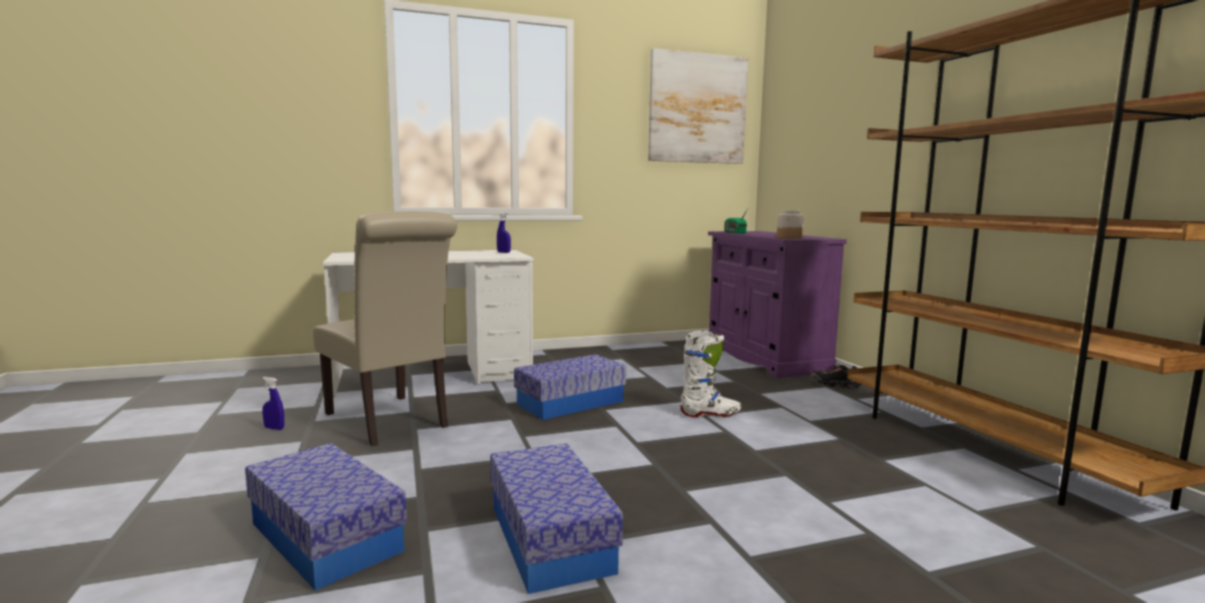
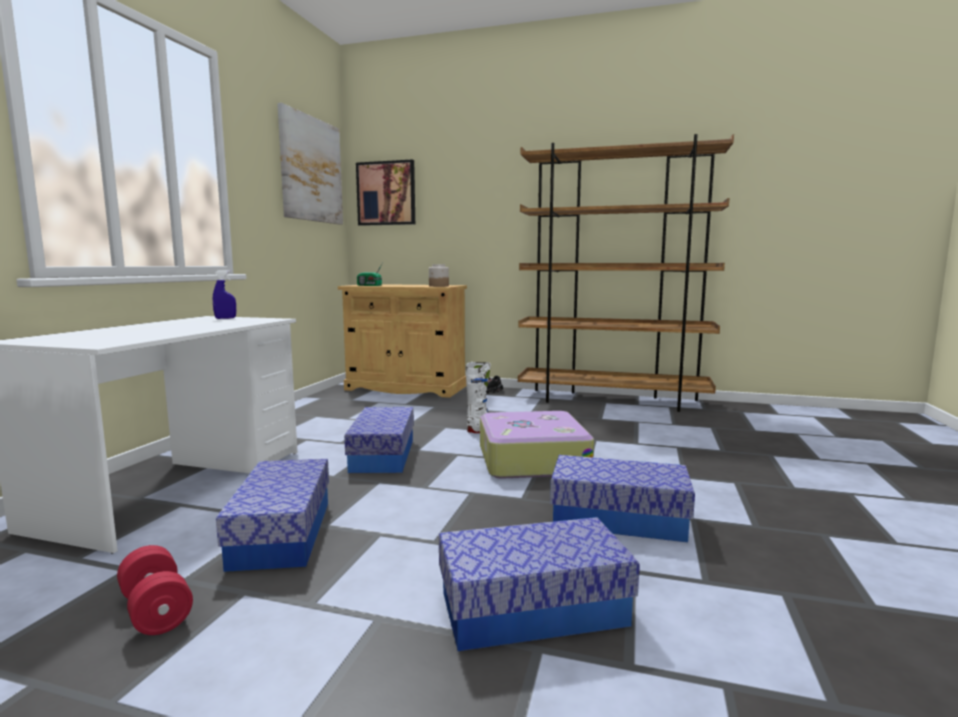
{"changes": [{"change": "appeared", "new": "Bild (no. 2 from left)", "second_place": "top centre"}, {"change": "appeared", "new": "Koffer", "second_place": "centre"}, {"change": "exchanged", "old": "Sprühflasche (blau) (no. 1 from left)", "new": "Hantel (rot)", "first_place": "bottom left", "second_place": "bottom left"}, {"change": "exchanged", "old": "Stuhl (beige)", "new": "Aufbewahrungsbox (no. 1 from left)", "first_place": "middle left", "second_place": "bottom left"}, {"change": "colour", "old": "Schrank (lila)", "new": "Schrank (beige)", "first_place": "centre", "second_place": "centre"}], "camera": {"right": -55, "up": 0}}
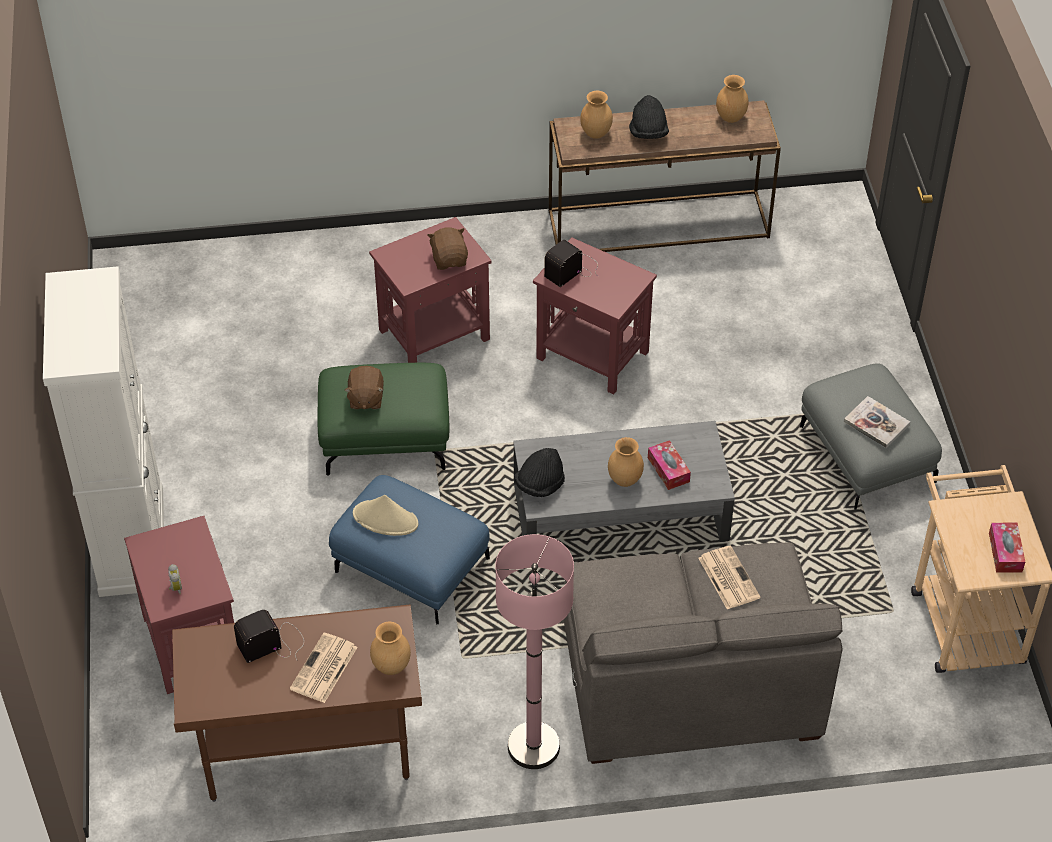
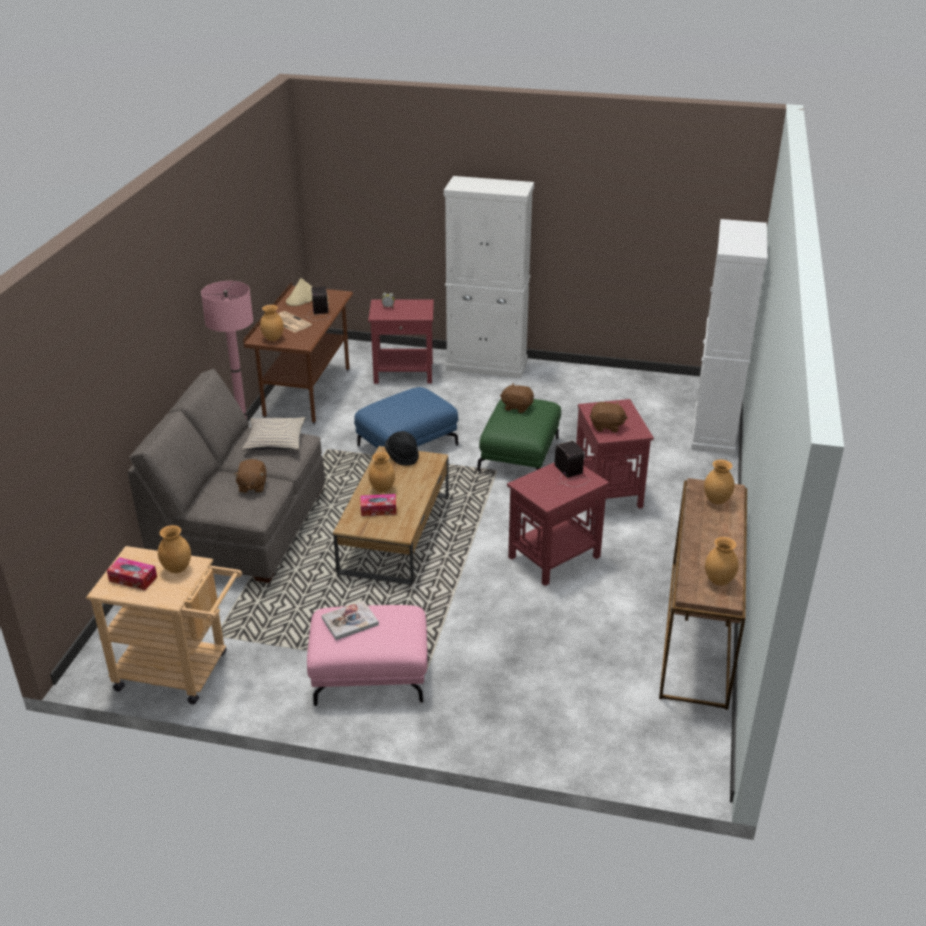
{"changes": [{"change": "missing", "old": "Hut (schwarz) (no. 2 from left)", "first_place": "top centre"}, {"change": "appeared", "new": "Vase (braun) (no. 1 from left)", "second_place": "middle left"}, {"change": "appeared", "new": "Kissen (beige)", "second_place": "middle left"}, {"change": "appeared", "new": "Schrank (weiß) (no. 2 from left)", "second_place": "middle right"}, {"change": "relocated", "old": "Hut (beige)", "first_place": "centre", "second_place": "top left"}, {"change": "exchanged", "old": "Zeitung (no. 2 from left)", "new": "Plüschtier (braun) (no. 1 from left)", "first_place": "bottom right", "second_place": "middle left"}, {"change": "colour", "old": "Couchtisch (grau)", "new": "Couchtisch (braun)", "first_place": "centre", "second_place": "centre"}, {"change": "colour", "old": "Polsterhocker (grau)", "new": "Polsterhocker (rosa)", "first_place": "middle right", "second_place": "bottom centre"}], "camera": {"right": 110, "up": -15}}
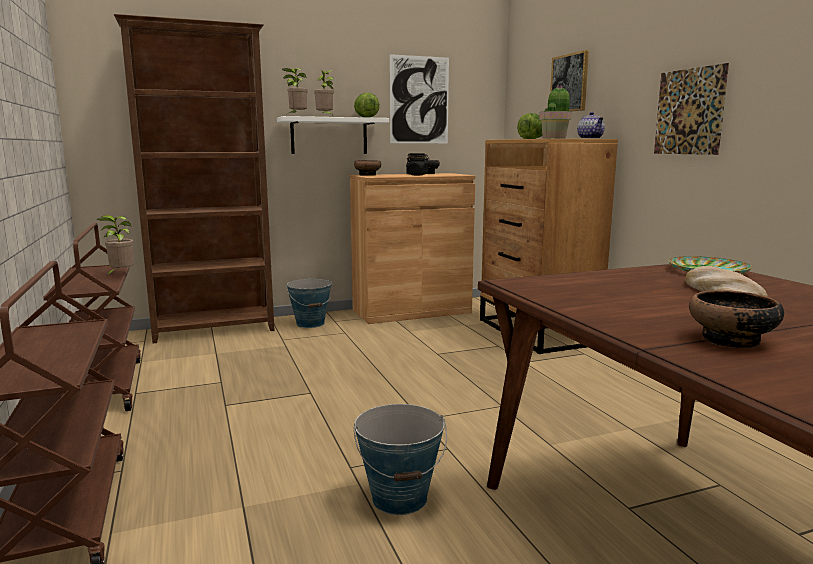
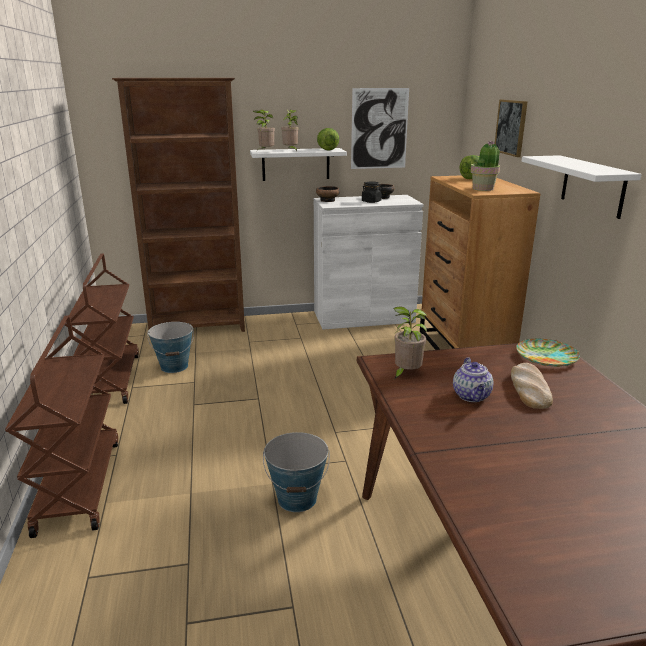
{"changes": [{"change": "missing", "old": "Schüssel (no. 3 from left)", "first_place": "middle right"}, {"change": "relocated", "old": "Topfpflanze (no. 1 from left in the first image)", "new": "Topfpflanze (no. 3 from left)", "first_place": "middle left", "second_place": "centre"}, {"change": "relocated", "old": "Eimer (no. 1 from left)", "first_place": "centre", "second_place": "middle left"}, {"change": "relocated", "old": "Teekanne", "first_place": "top right", "second_place": "middle right"}, {"change": "exchanged", "old": "Bild (no. 3 from left)", "new": "Wandregal (weiß) (no. 2 from left)", "first_place": "top right", "second_place": "top right"}, {"change": "colour", "old": "Schrank (braun)", "new": "Schrank (weiß)", "first_place": "centre", "second_place": "centre"}], "camera": {"right": 10, "up": 10}}
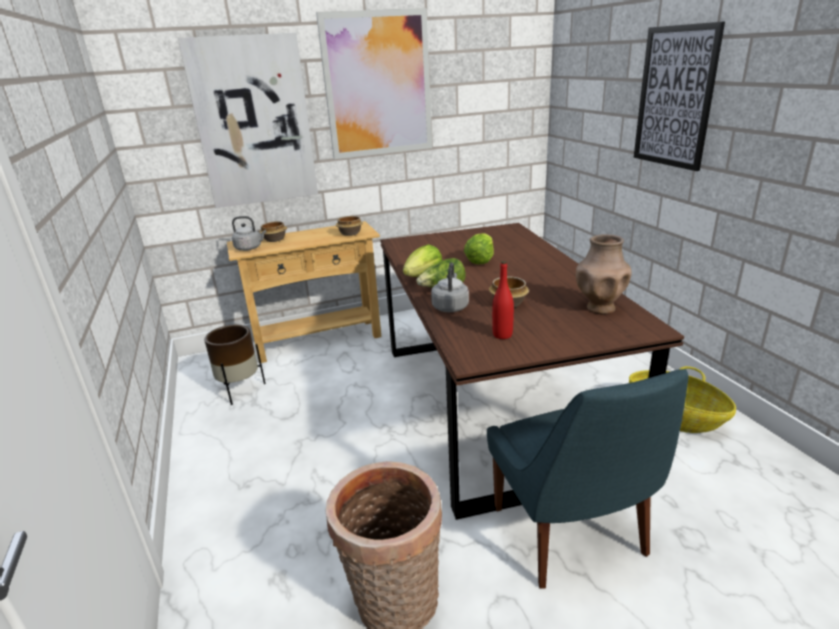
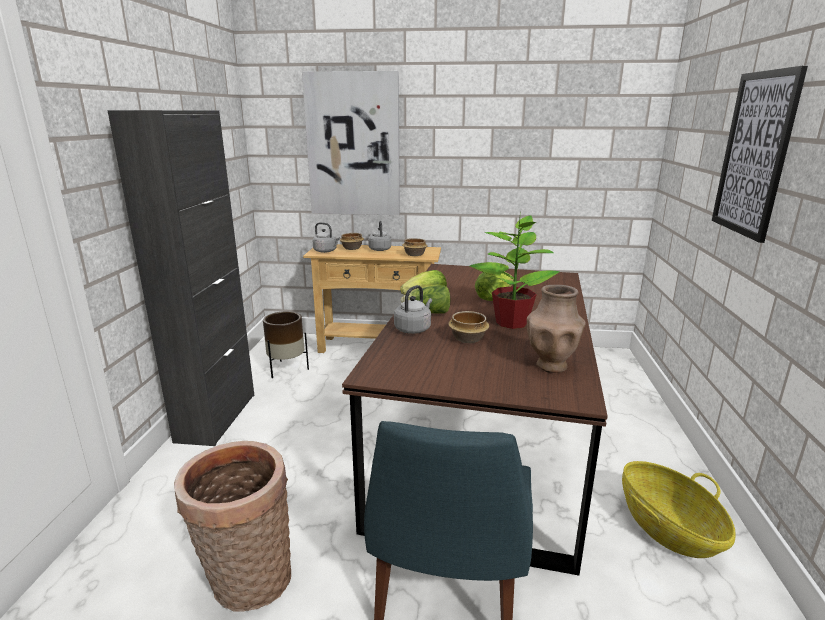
{"changes": [{"change": "missing", "old": "Bild (no. 2 from left)", "first_place": "top centre"}, {"change": "missing", "old": "Flasche (rot)", "first_place": "centre"}, {"change": "appeared", "new": "Schrank (schwarz)", "second_place": "middle left"}, {"change": "appeared", "new": "Wasserkessel (grau) (no. 2 from left)", "second_place": "centre"}, {"change": "appeared", "new": "Topfpflanze", "second_place": "centre"}], "camera": {"right": 25, "up": -5}}
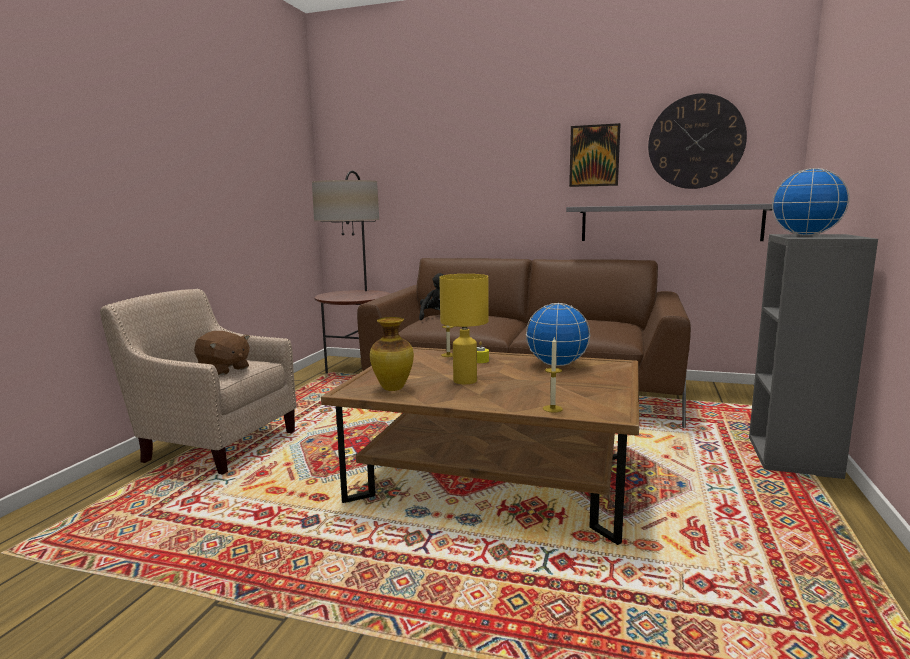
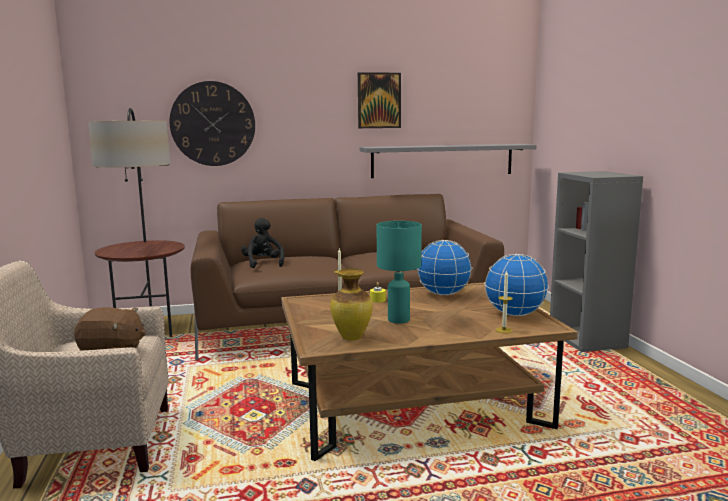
{"changes": [{"change": "relocated", "old": "Wanduhr", "first_place": "top right", "second_place": "top left"}, {"change": "relocated", "old": "Globus (no. 2 from left)", "first_place": "top right", "second_place": "middle right"}, {"change": "colour", "old": "Tischlampe (gelb)", "new": "Tischlampe (türkis)", "first_place": "centre", "second_place": "centre"}], "camera": {"right": -30, "up": 0}}
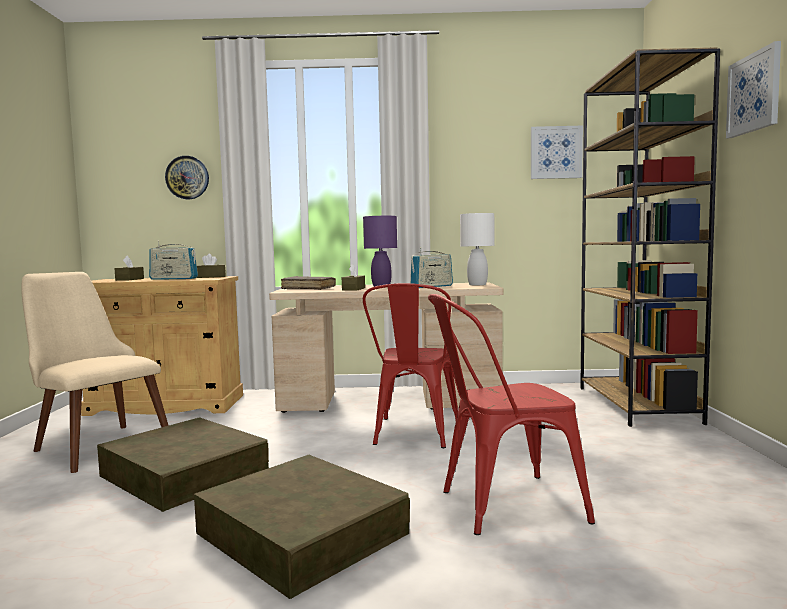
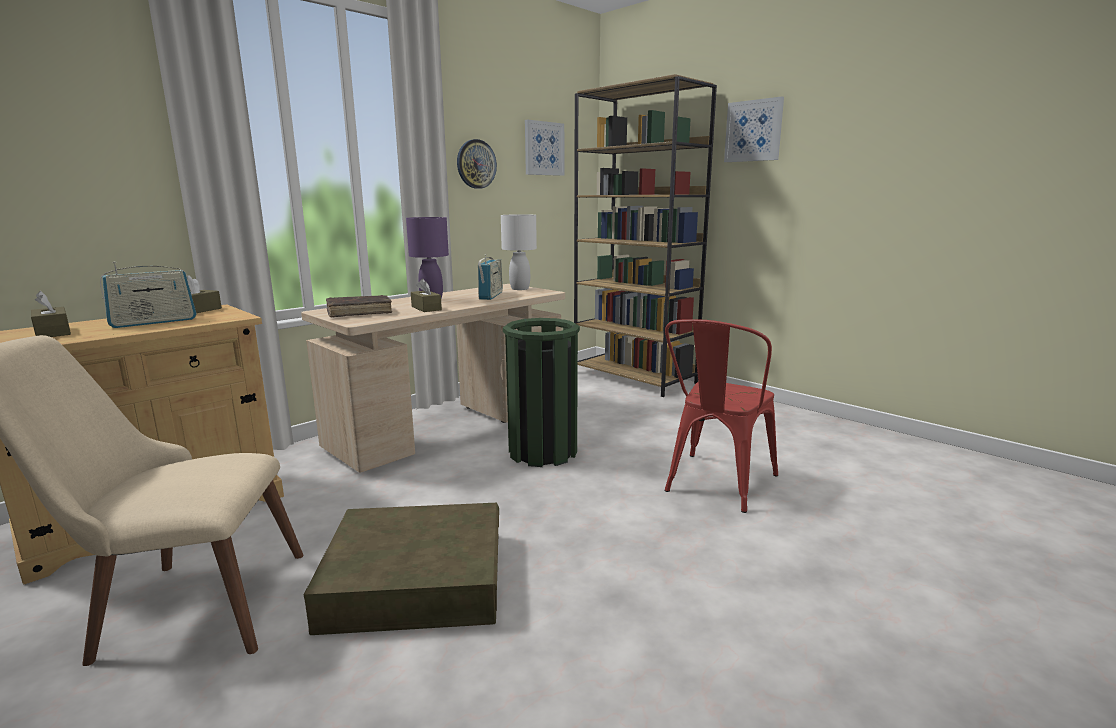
{"changes": [{"change": "missing", "old": "Aufbewahrungsbox (braun) (no. 2 from left)", "first_place": "bottom centre"}, {"change": "relocated", "old": "Wanduhr", "first_place": "top left", "second_place": "top centre"}, {"change": "exchanged", "old": "Stuhl (rot) (no. 1 from left)", "new": "Mülleimer (grün)", "first_place": "centre", "second_place": "centre"}], "camera": {"right": -45, "up": 10}}
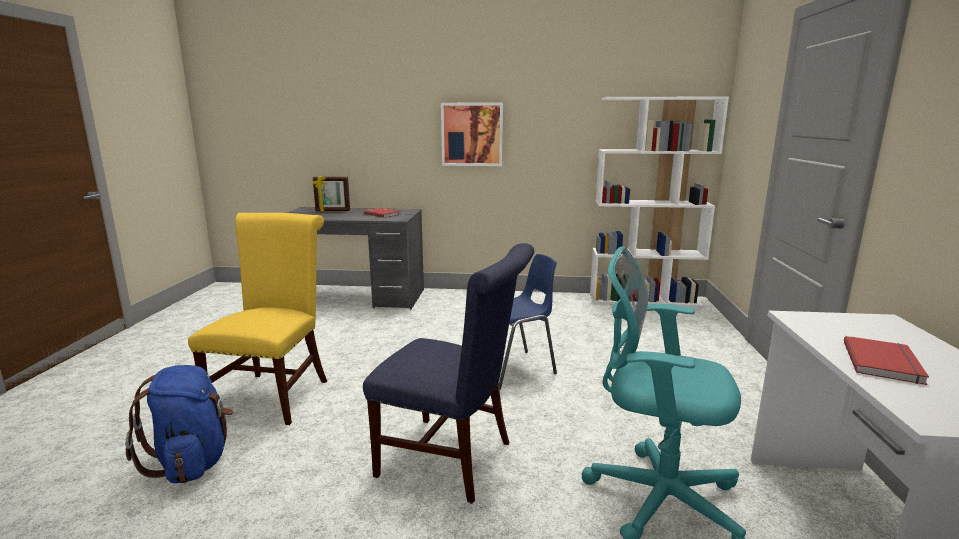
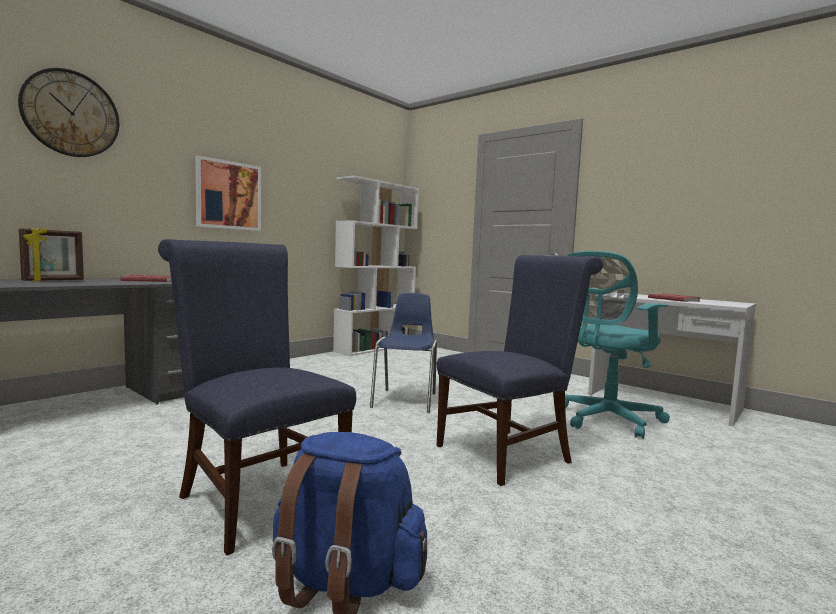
{"changes": [{"change": "appeared", "new": "Wanduhr", "second_place": "top left"}, {"change": "colour", "old": "Stuhl (gelb)", "new": "Stuhl (blau) (no. 1 from left)", "first_place": "middle left", "second_place": "middle left"}], "camera": {"right": -55, "up": -10}}
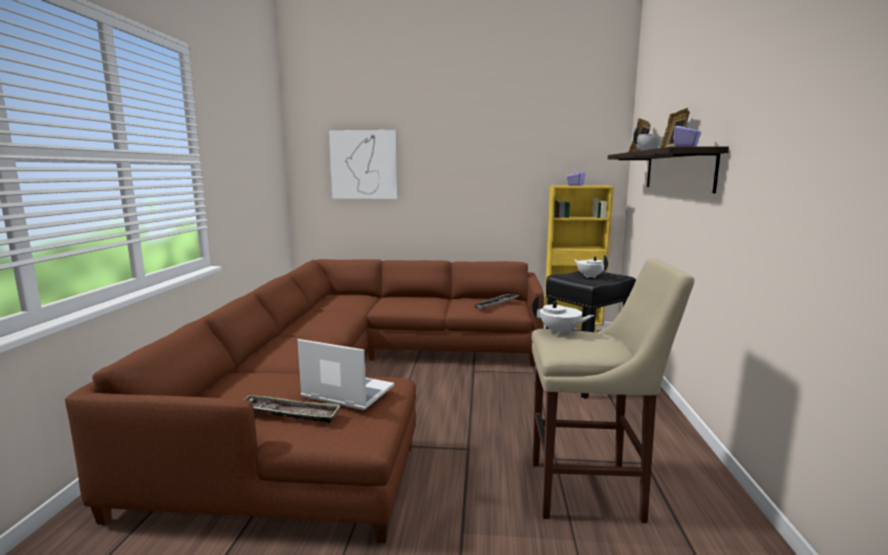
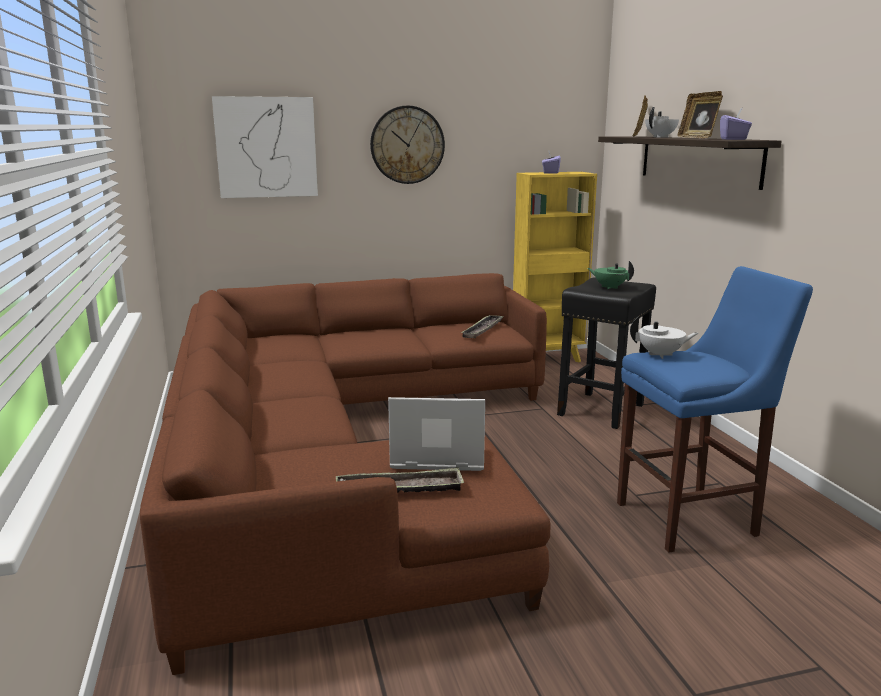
{"changes": [{"change": "appeared", "new": "Wanduhr", "second_place": "top centre"}, {"change": "colour", "old": "Hocker (beige)", "new": "Hocker (blau)", "first_place": "bottom right", "second_place": "middle right"}, {"change": "colour", "old": "Teekanne (weiß) (no. 2 from left)", "new": "Teekanne (grün)", "first_place": "centre", "second_place": "middle right"}], "camera": {"right": -20, "up": 5}}
